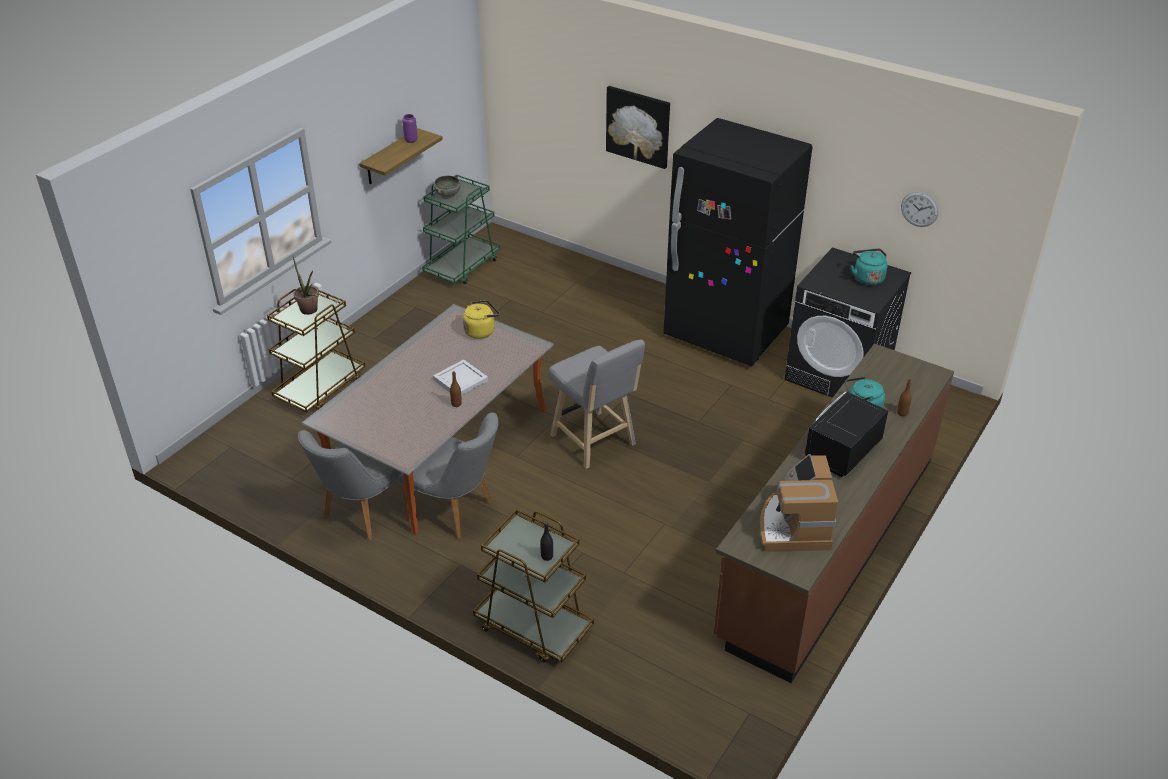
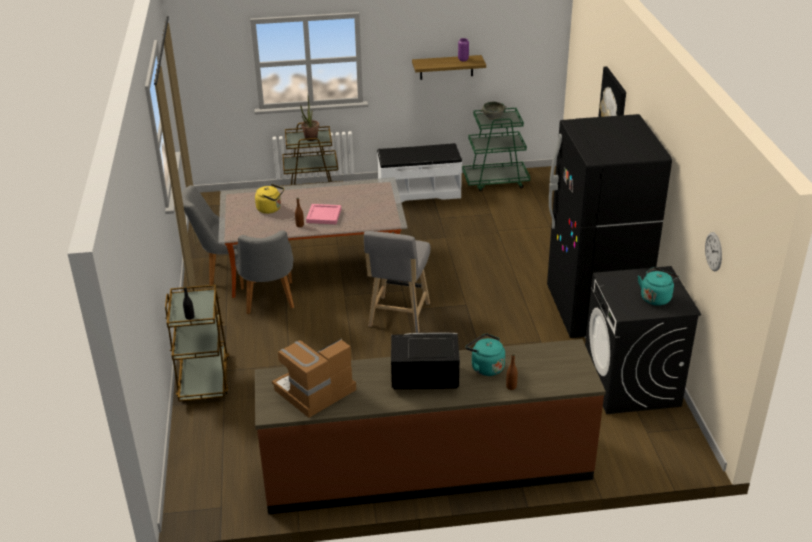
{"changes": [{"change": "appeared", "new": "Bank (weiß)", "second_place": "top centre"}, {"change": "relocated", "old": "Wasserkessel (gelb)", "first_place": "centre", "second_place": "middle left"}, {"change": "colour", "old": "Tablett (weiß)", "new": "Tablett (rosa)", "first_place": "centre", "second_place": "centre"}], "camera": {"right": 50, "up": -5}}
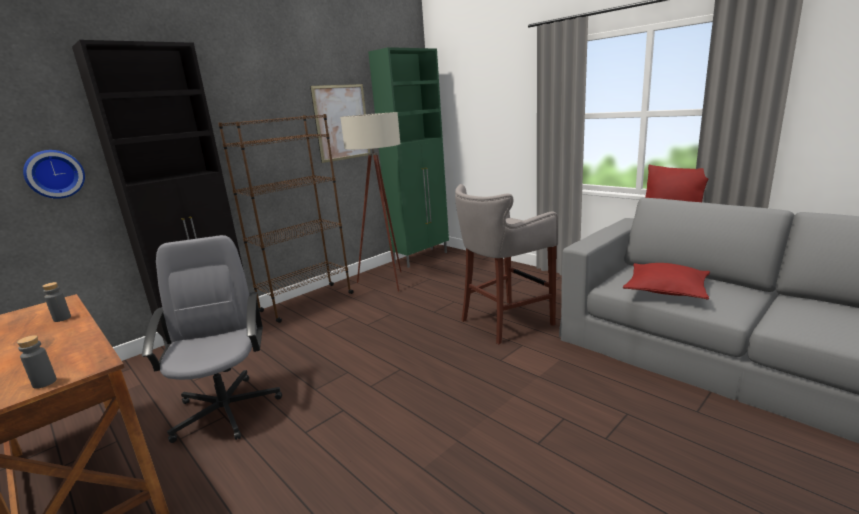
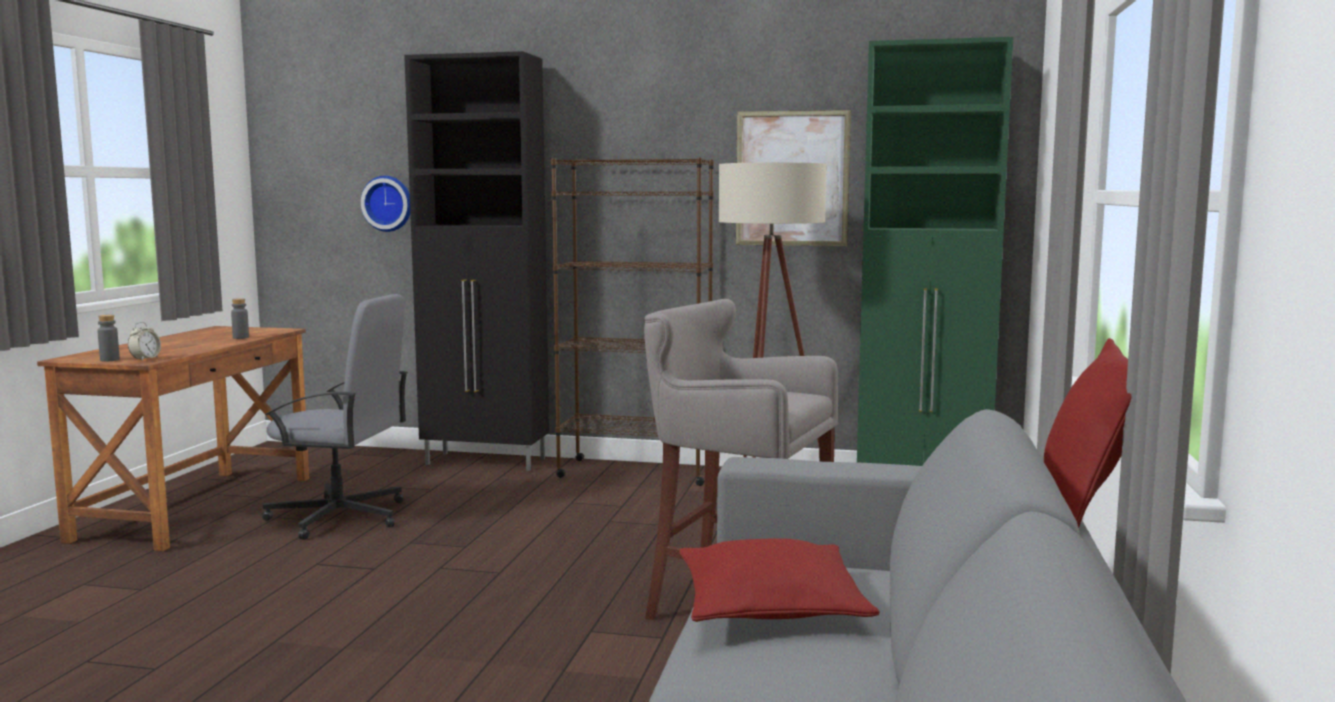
{"changes": [{"change": "appeared", "new": "Wecker", "second_place": "middle left"}, {"change": "spun", "old": "Bürostuhl (grau)", "first_place": "middle left", "second_place": "middle left", "degrees": 60}], "camera": {"right": 55, "up": -10}}
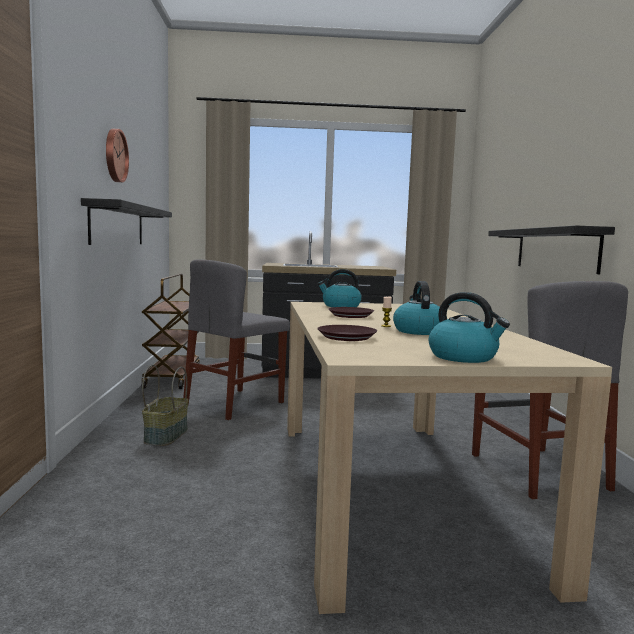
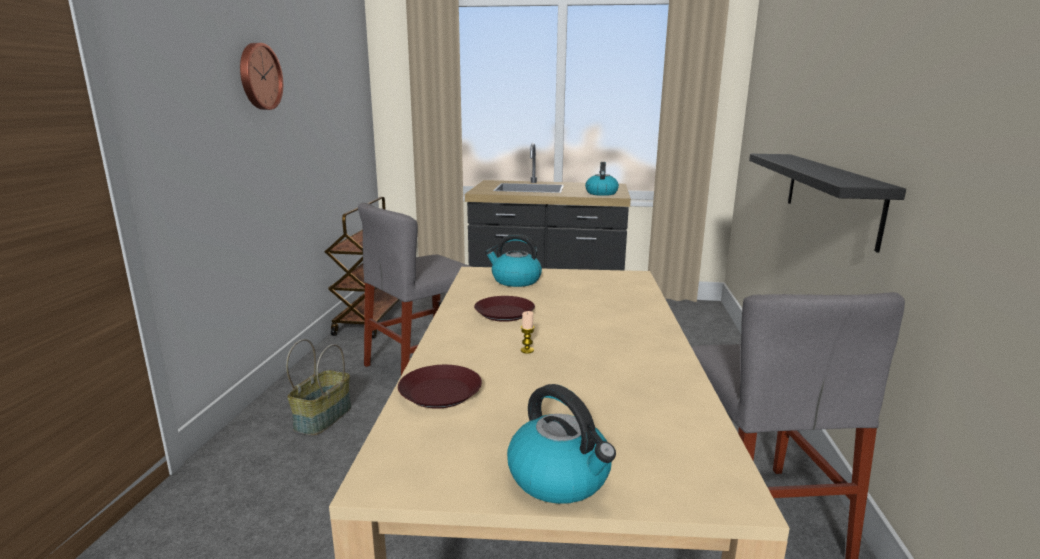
{"changes": [{"change": "missing", "old": "Wandregal (schwarz) (no. 1 from left)", "first_place": "middle left"}, {"change": "relocated", "old": "Wasserkessel (no. 2 from left in the first image)", "new": "Wasserkessel (no. 3 from left)", "first_place": "centre", "second_place": "top centre"}], "camera": {"right": 10, "up": 10}}
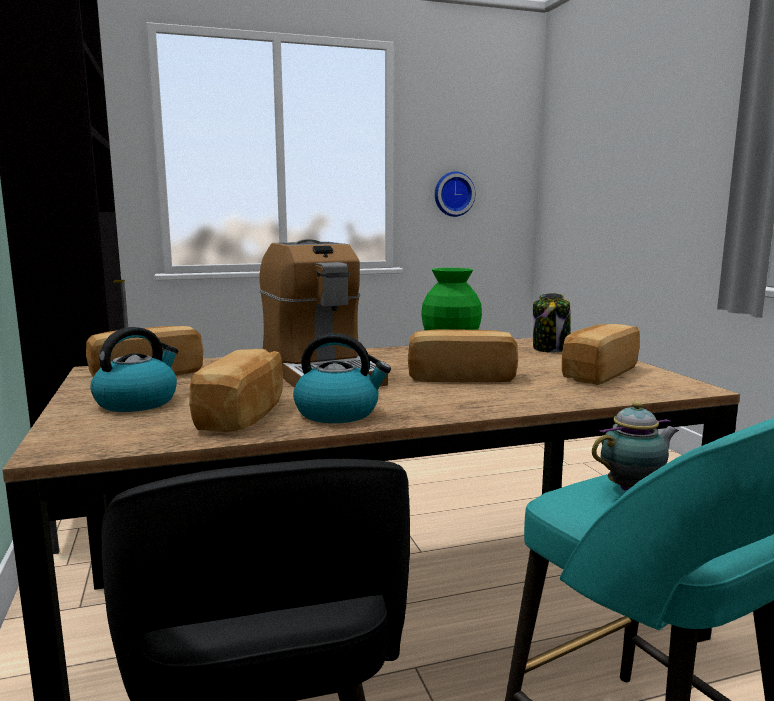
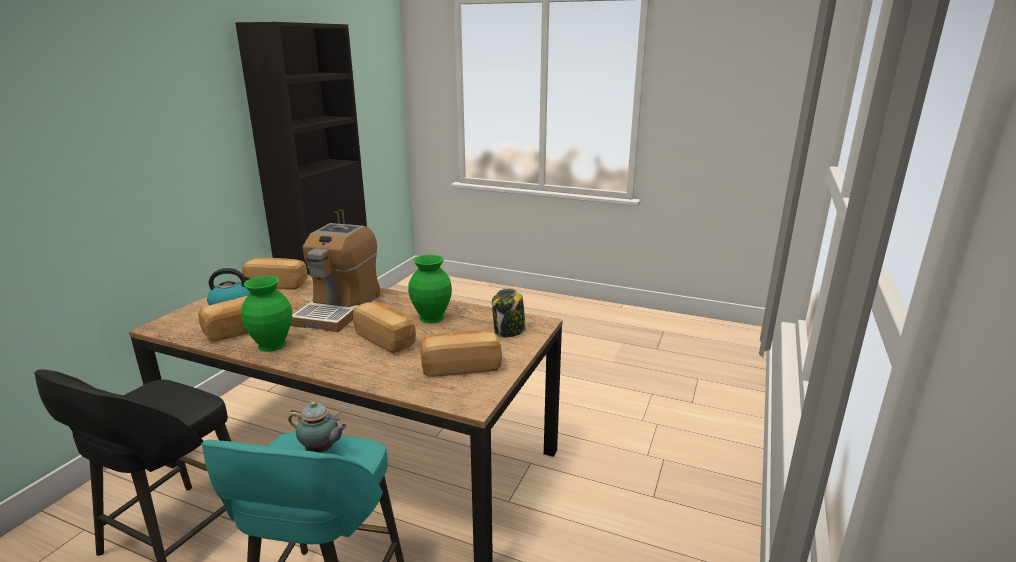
{"changes": [{"change": "missing", "old": "Wanduhr", "first_place": "top centre"}, {"change": "exchanged", "old": "Wasserkessel (no. 2 from left)", "new": "Vase (grün) (no. 1 from left)", "first_place": "centre", "second_place": "middle left"}], "camera": {"right": 40, "up": 10}}
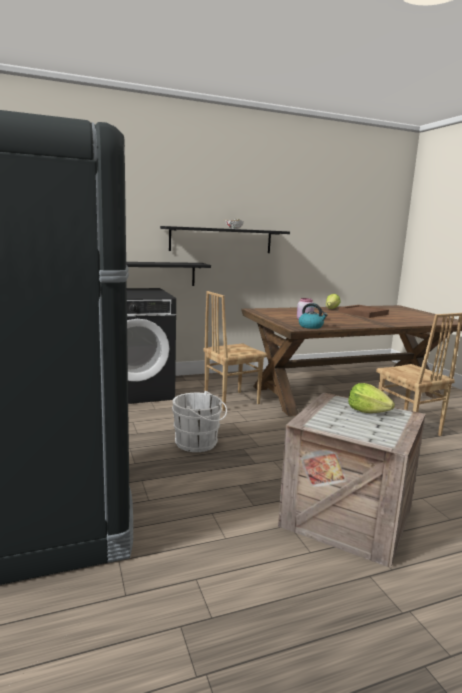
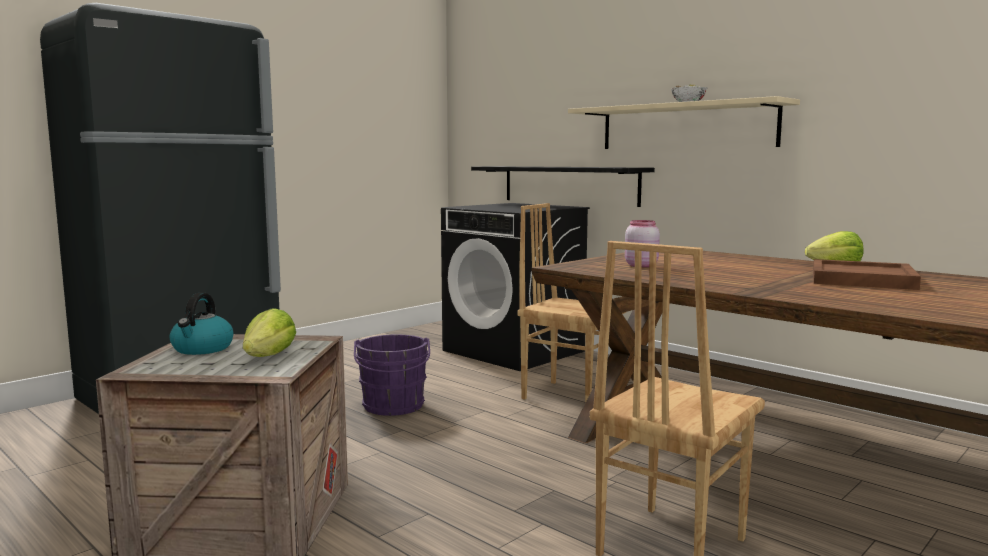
{"changes": [{"change": "relocated", "old": "Wasserkessel", "first_place": "middle right", "second_place": "middle left"}, {"change": "colour", "old": "Wandregal (schwarz) (no. 2 from left)", "new": "Wandregal (beige)", "first_place": "centre", "second_place": "top right"}, {"change": "colour", "old": "Eimer (weiß)", "new": "Eimer (lila)", "first_place": "centre", "second_place": "bottom centre"}], "camera": {"right": 65, "up": -5}}
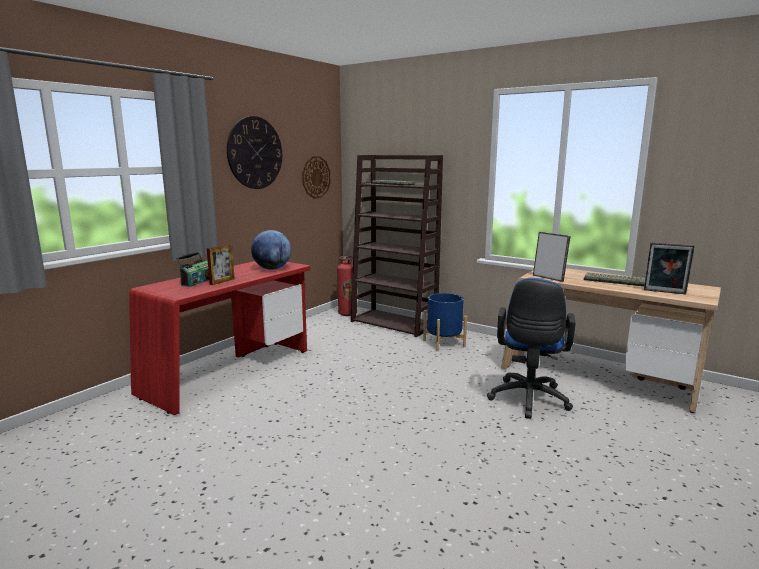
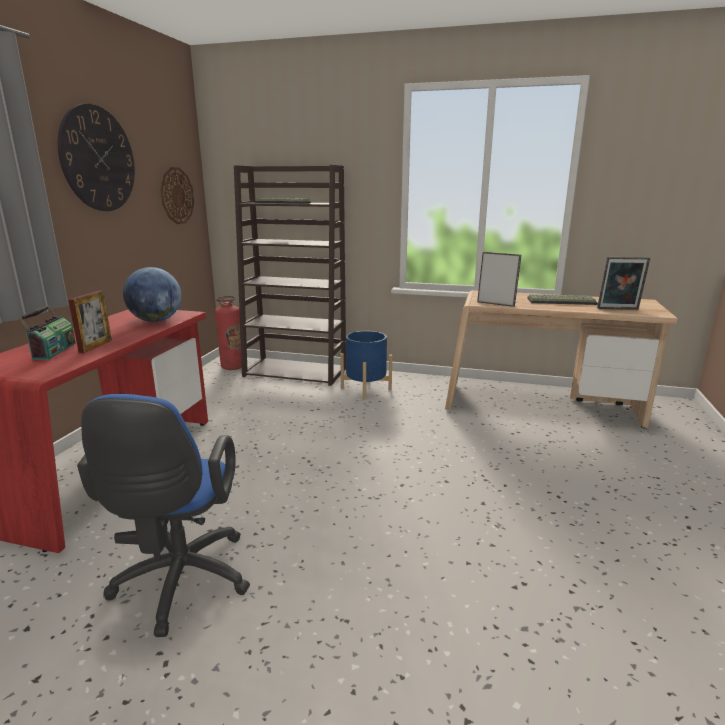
{"changes": [{"change": "relocated", "old": "Bürostuhl (blau)", "first_place": "middle right", "second_place": "bottom left"}], "camera": {"right": -20, "up": 5}}
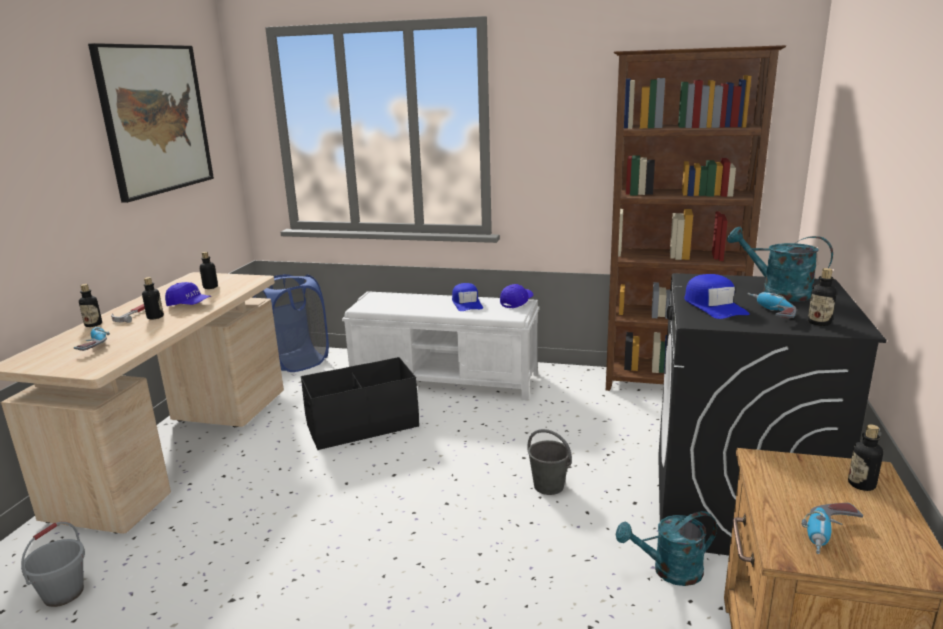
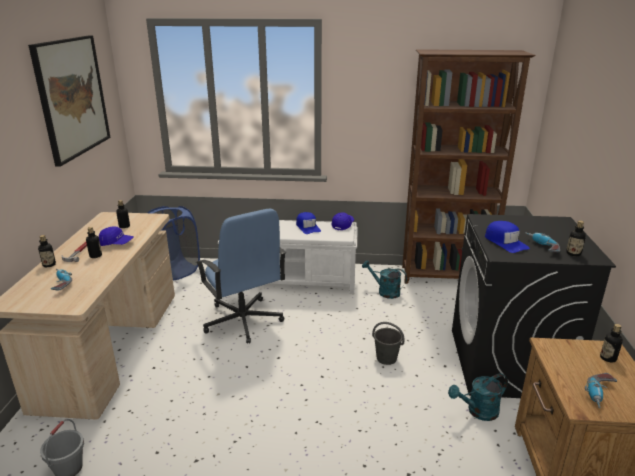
{"changes": [{"change": "relocated", "old": "Gießkanne (türkis) (no. 2 from left in the first image)", "new": "Gießkanne (türkis) (no. 1 from left)", "first_place": "middle right", "second_place": "centre"}, {"change": "exchanged", "old": "Aufbewahrungsbox (schwarz)", "new": "Bürostuhl (blau)", "first_place": "centre", "second_place": "centre"}], "camera": {"right": -10, "up": 5}}
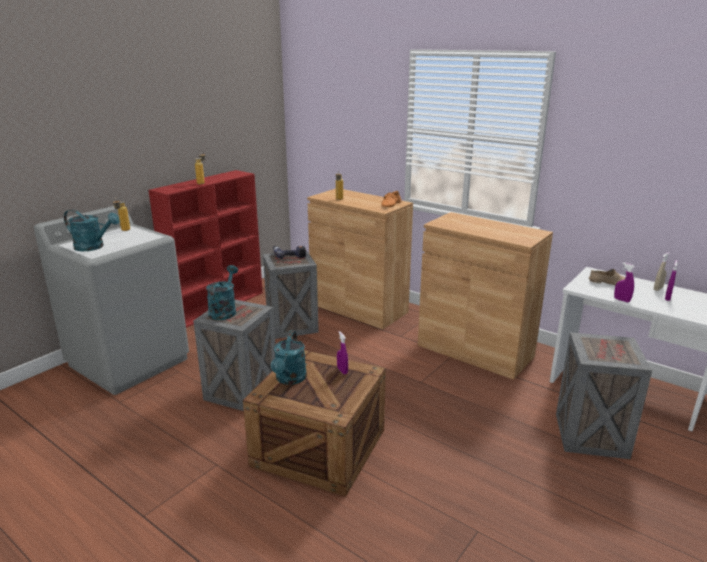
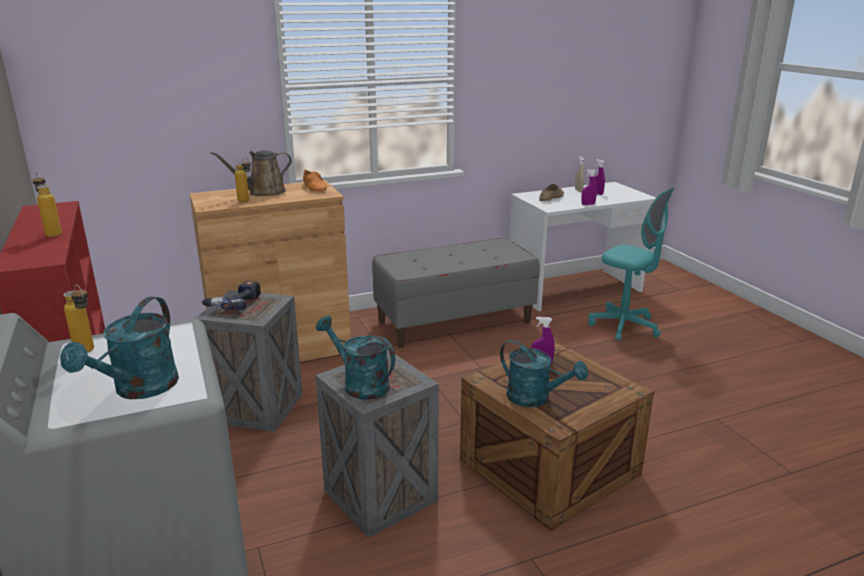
{"changes": [{"change": "appeared", "new": "Gießkanne (braun)", "second_place": "top left"}, {"change": "exchanged", "old": "Schrank (braun) (no. 2 from left)", "new": "Bank (grau)", "first_place": "middle right", "second_place": "centre"}, {"change": "exchanged", "old": "Kiste (no. 4 from left)", "new": "Bürostuhl (türkis)", "first_place": "bottom right", "second_place": "middle right"}, {"change": "spun", "old": "Gießkanne (türkis) (no. 1 from left)", "first_place": "middle left", "second_place": "middle left", "degrees": 150}], "camera": {"right": -60, "up": 0}}
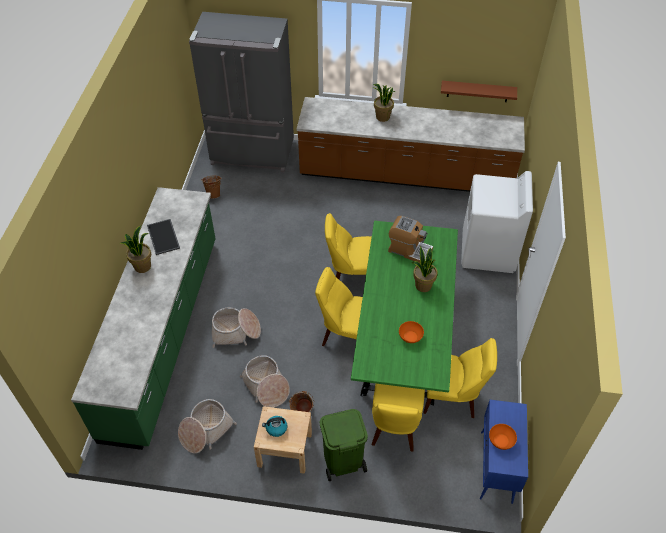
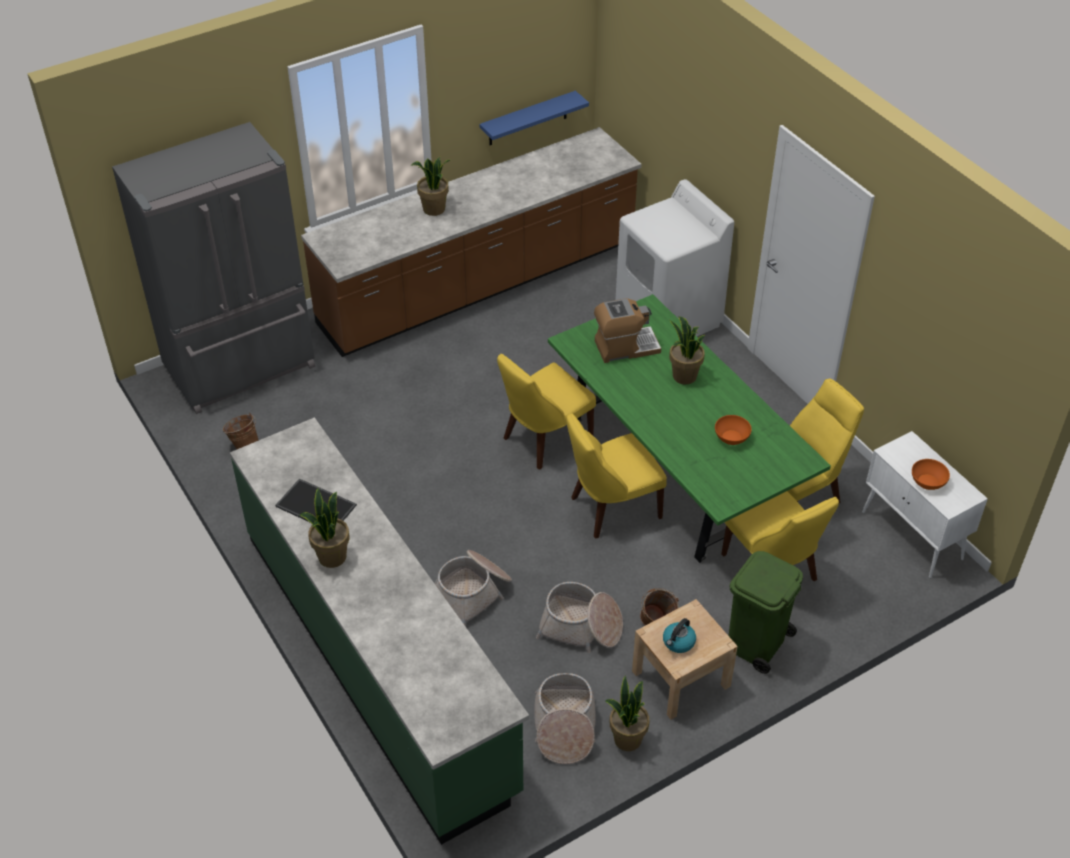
{"changes": [{"change": "appeared", "new": "Topfpflanze (no. 3 from left)", "second_place": "bottom centre"}, {"change": "colour", "old": "Wandregal (braun)", "new": "Wandregal (blau)", "first_place": "top right", "second_place": "top centre"}, {"change": "colour", "old": "Schrank (blau)", "new": "Schrank (weiß)", "first_place": "bottom right", "second_place": "middle right"}], "camera": {"right": -40, "up": -5}}
